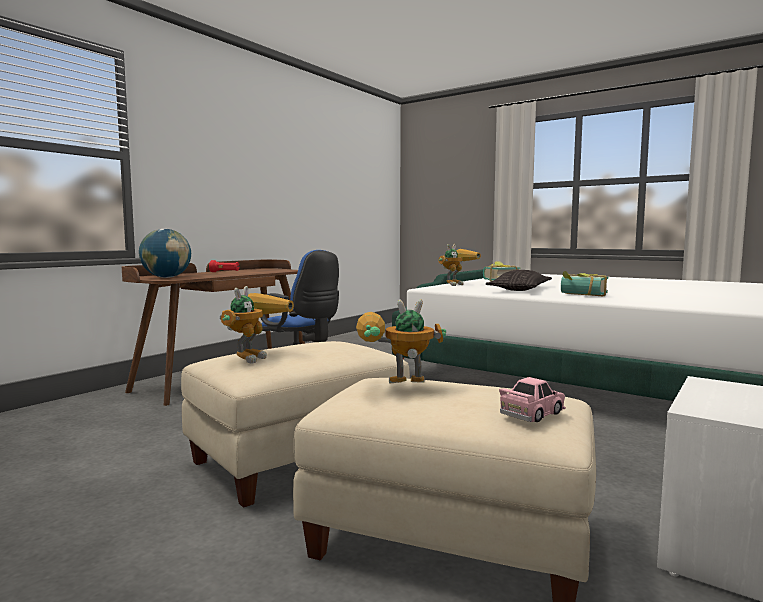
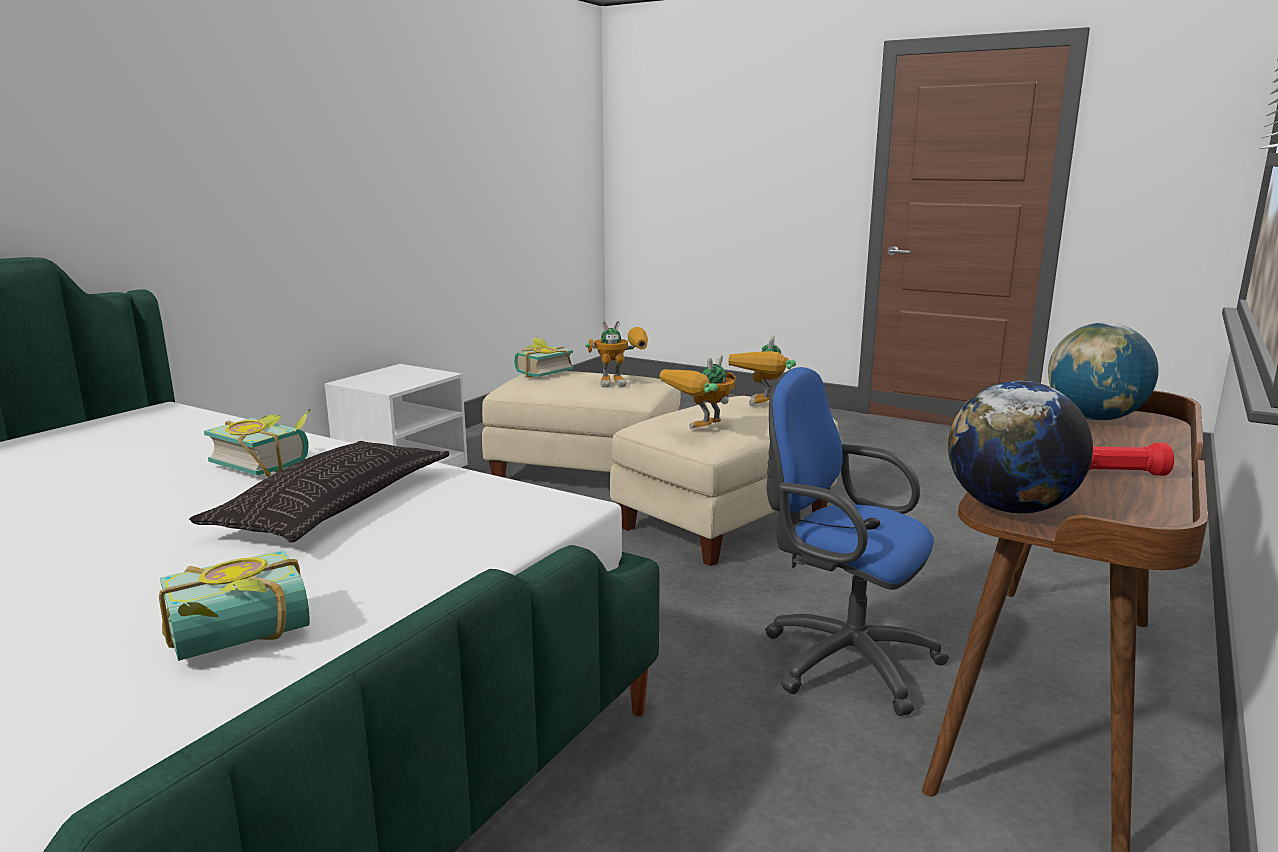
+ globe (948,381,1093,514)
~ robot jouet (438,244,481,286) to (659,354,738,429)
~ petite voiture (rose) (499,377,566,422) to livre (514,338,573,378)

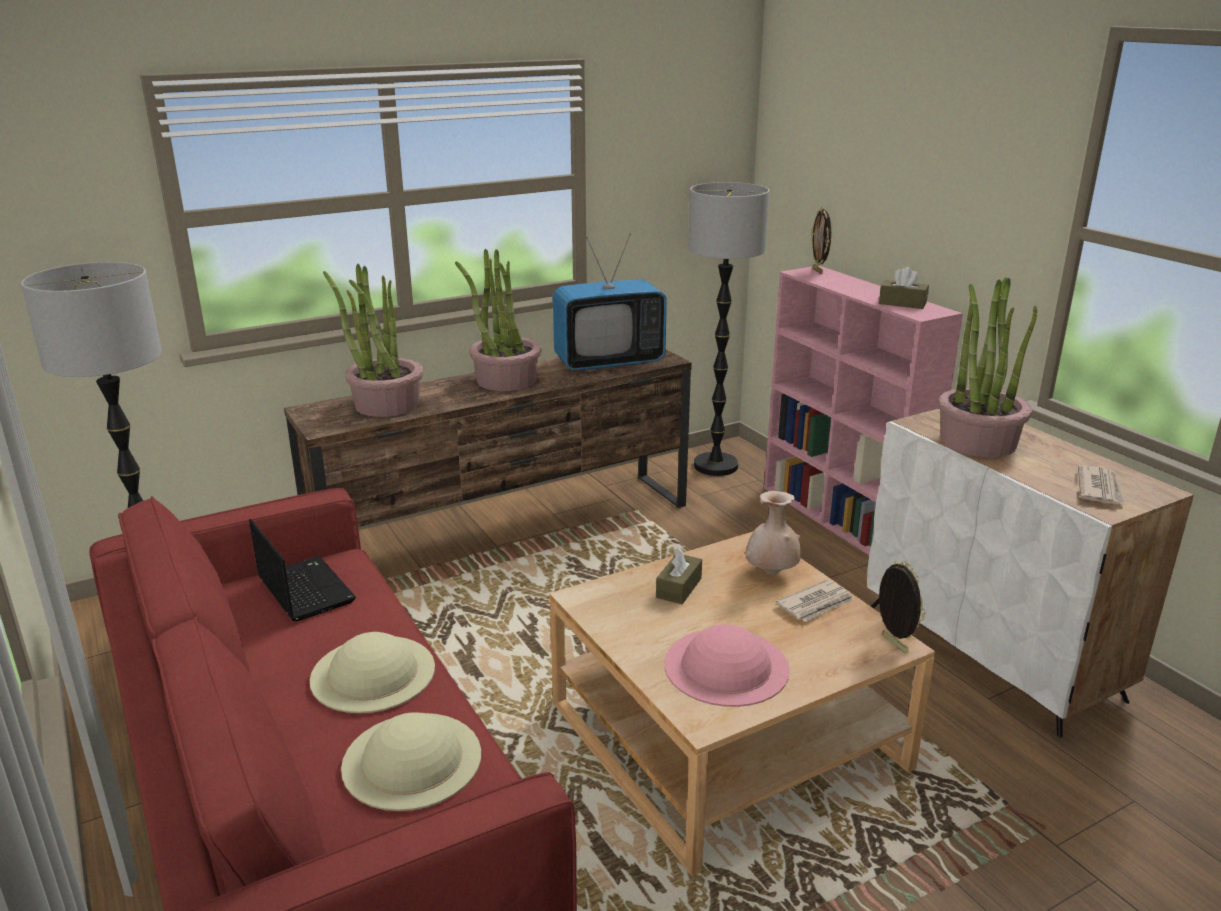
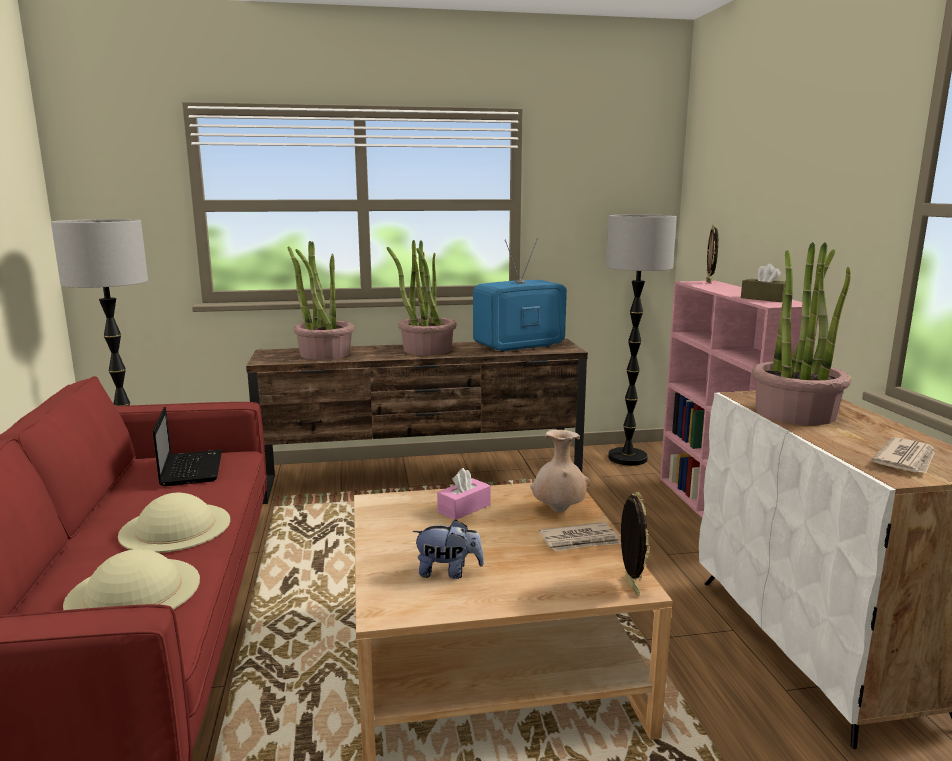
~ chapeau (rose) (664,624,790,707) to peluche (412,520,484,579)
~ boîte à mouchoirs (marron) (656,547,702,604) to boîte à mouchoirs (rose) (437,468,491,520)
~ téléviseur (553,233,667,371) = (473,239,567,352) 150 degrees clockwise

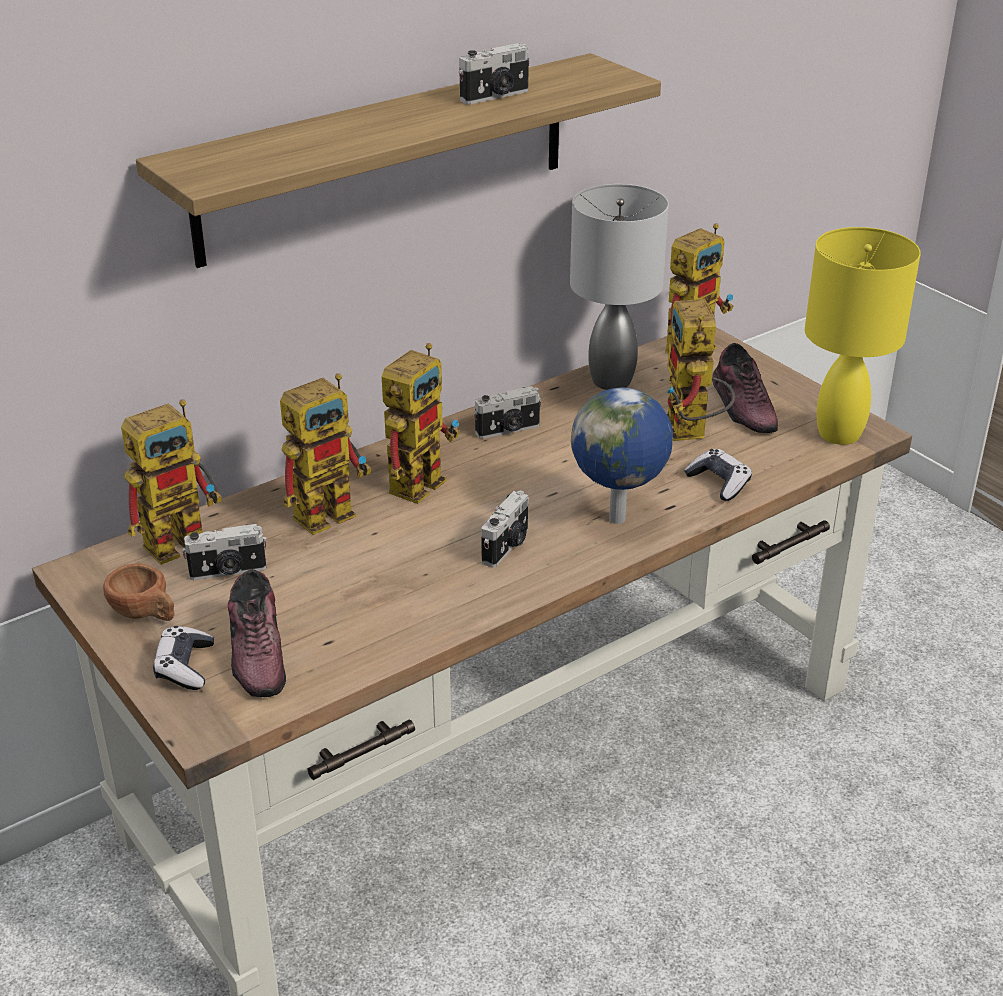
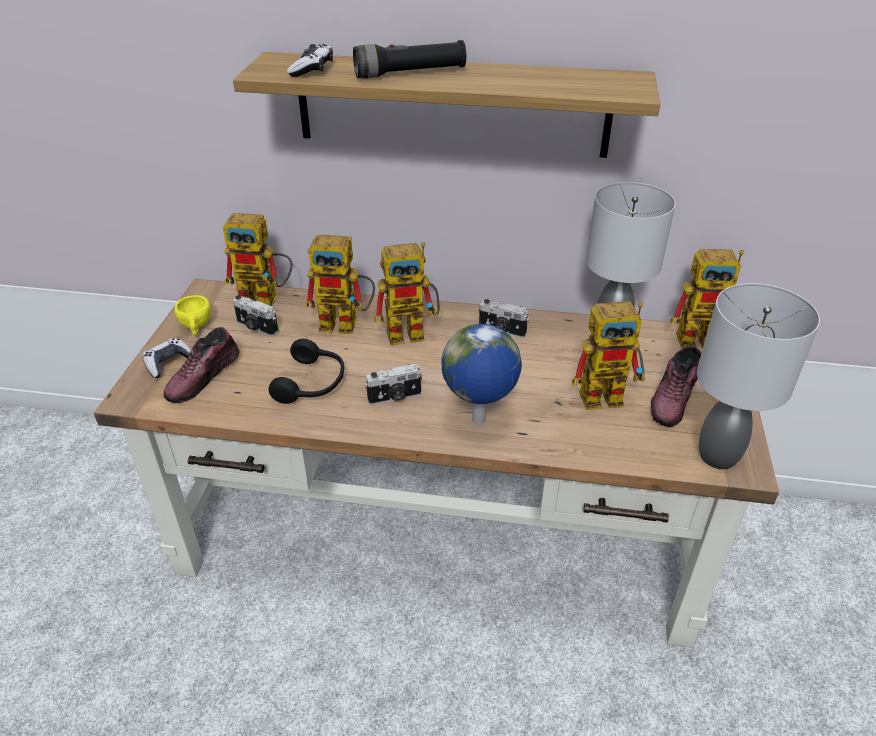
- appareil photo (459,43,530,105)
+ casque audio (noir) (269,339,344,404)
+ lampe de poche (noir) (353,40,466,78)
~ manette (684,449,752,501) to (287,44,333,77)
~ tasse (marron) (103,563,175,621) to tasse (jaune) (174,295,211,336)
~ lampe de table (jaune) (805,227,921,445) to lampe de table (gris) (697,283,820,469)
~ robot jouet (666,299,735,441) = (572,301,645,410) 135 degrees counterclockwise

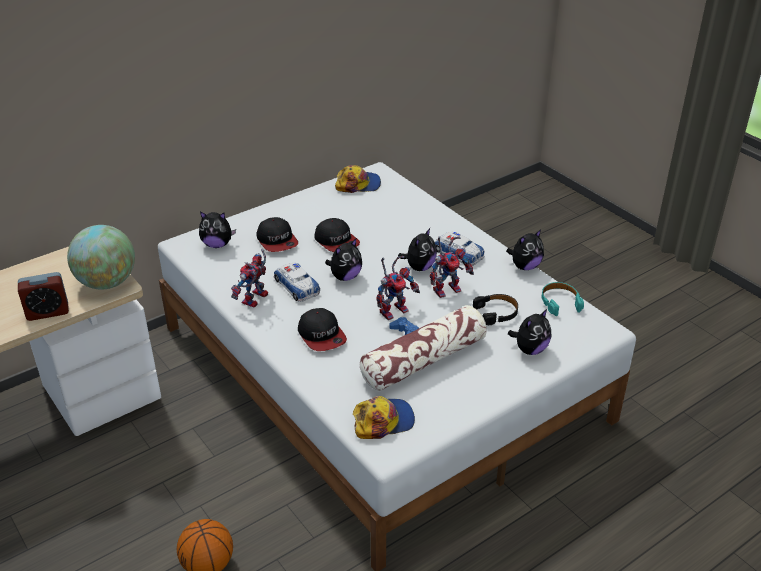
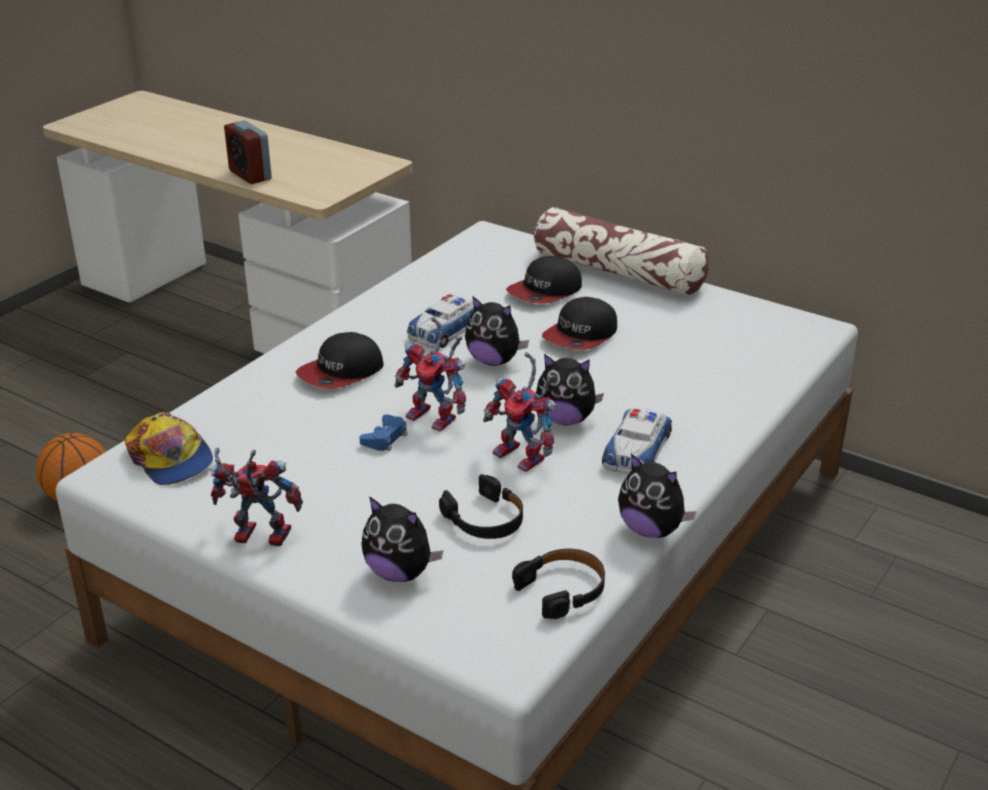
- globe (67,225,135,290)
- peluche (199,211,236,248)
- casquette (335,165,381,193)
~ robot jouet (231,249,268,307) to (209,448,303,546)
~ coussin (360,305,486,391) to (534,207,709,296)
~ casque audio (turquoise) (541,282,584,316) to casque audio (noir) (512,549,605,619)

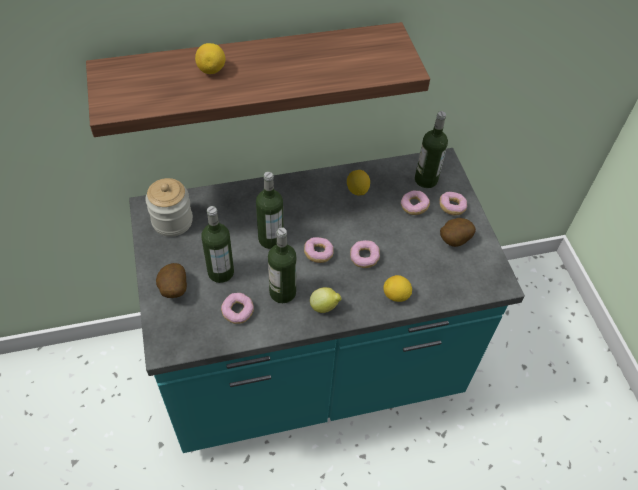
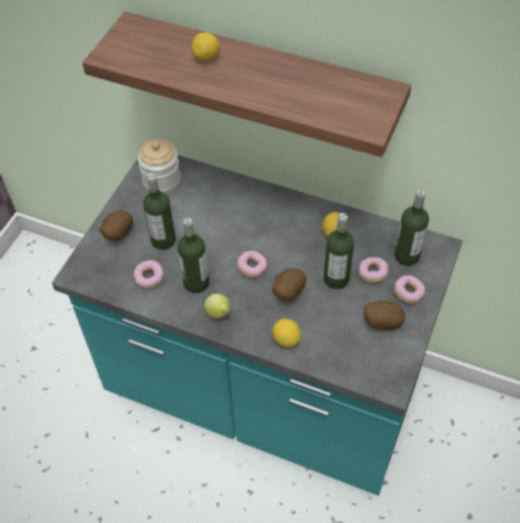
~ bouteille (256,171,283,249) to (324,213,354,289)
~ beignet (350,240,380,268) to pomme de terre (272,268,306,301)

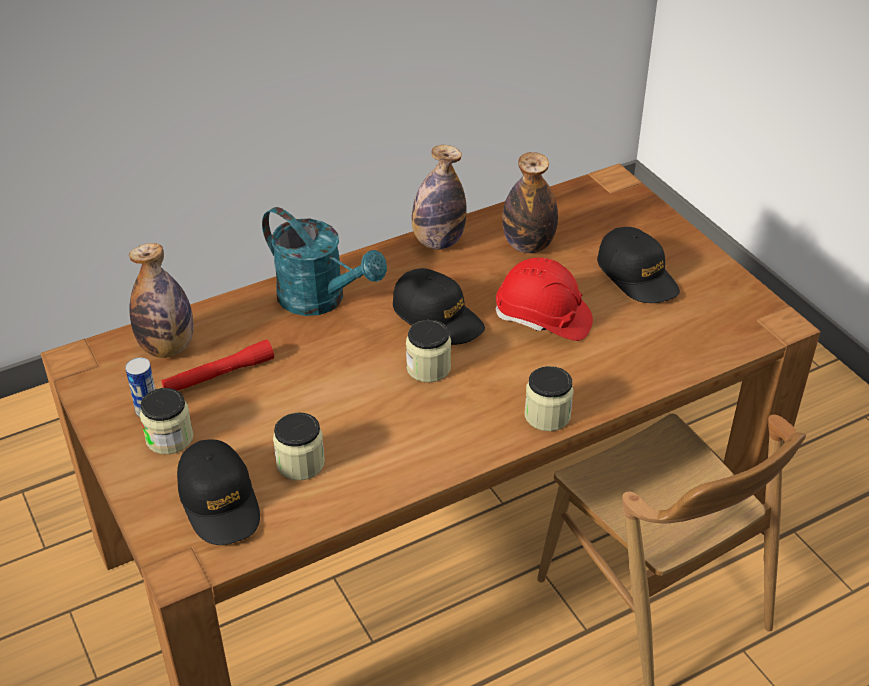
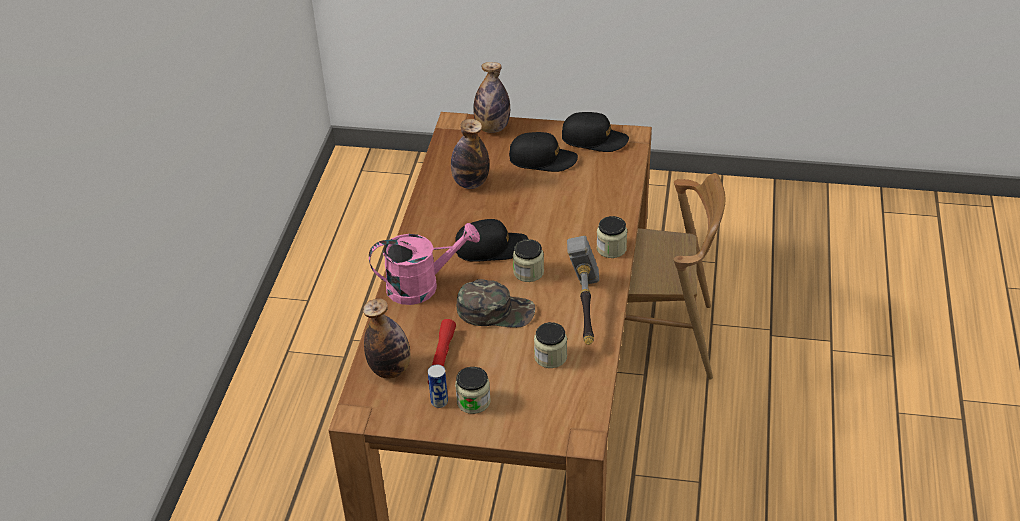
- casque de chantier (rouge) (494,258,593,341)
+ casquette (vert) (456,279,535,328)
+ marteau (567,235,599,345)
~ casquette (noir) (177,440,260,545) to (562,112,629,152)
~ bouteille (412,145,466,250) to (473,62,510,133)
~ arrosoir (turquoise) (262,207,387,316) to arrosoir (rose) (369,223,480,305)

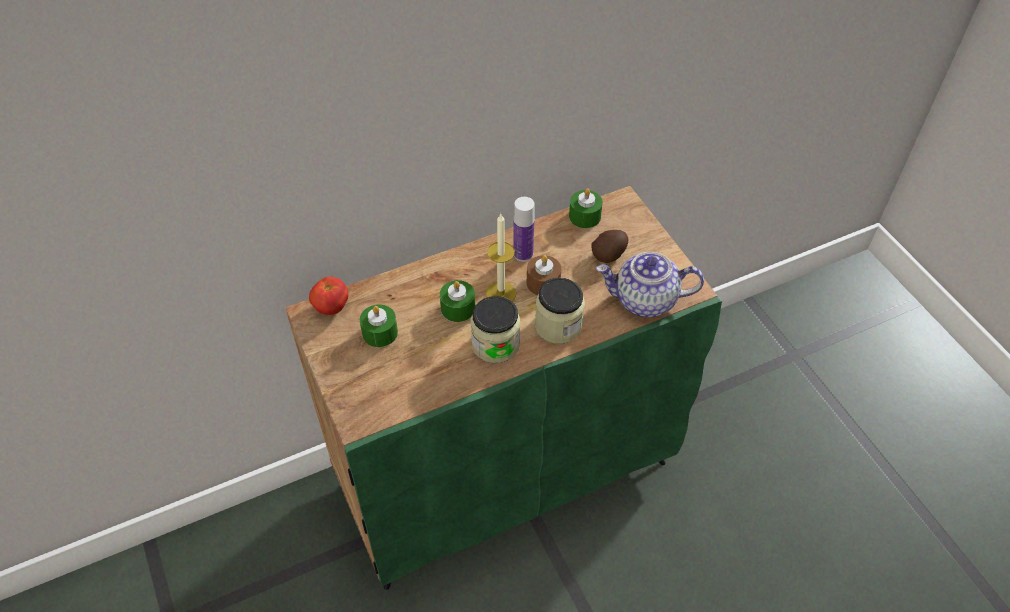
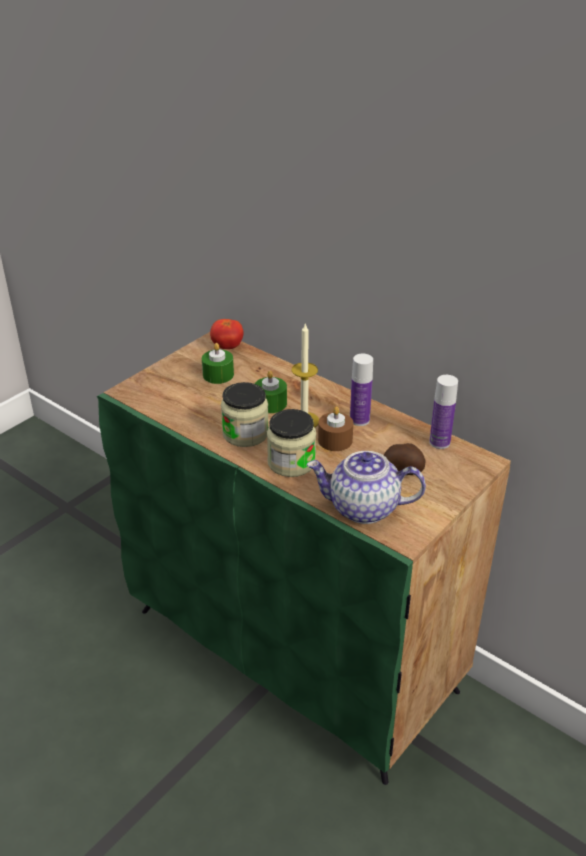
~ bougie (vert) (569,188,603,228) to bouteille (429,375,458,449)
~ théière (596,252,704,317) = (307,451,426,524) 60 degrees counterclockwise

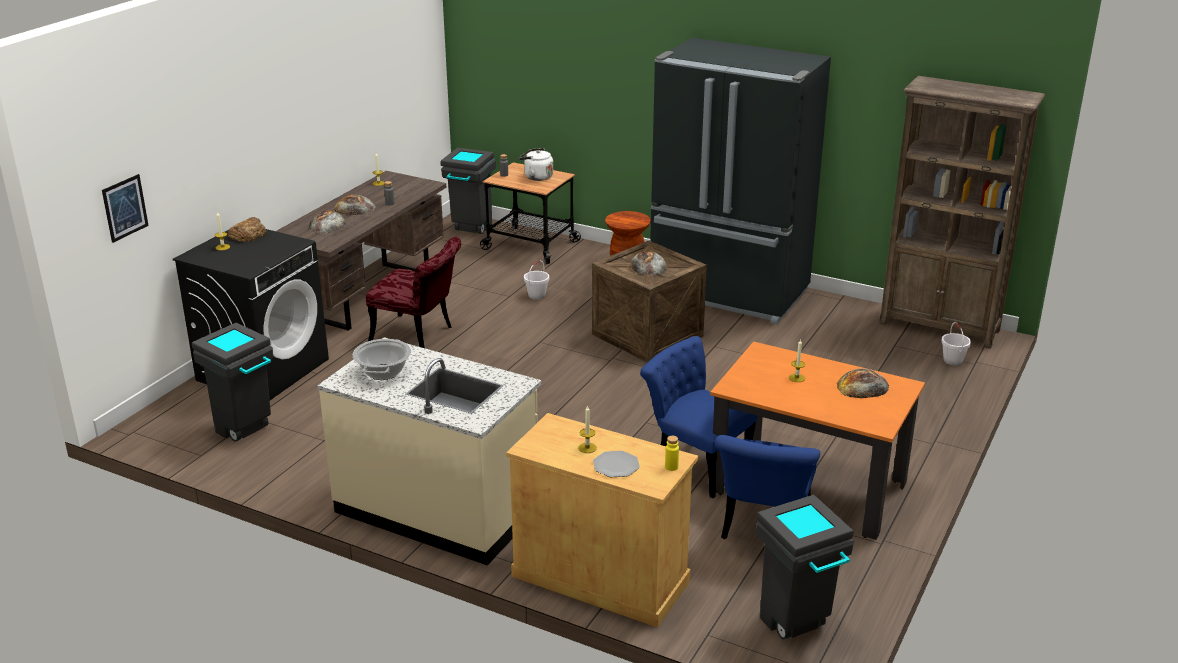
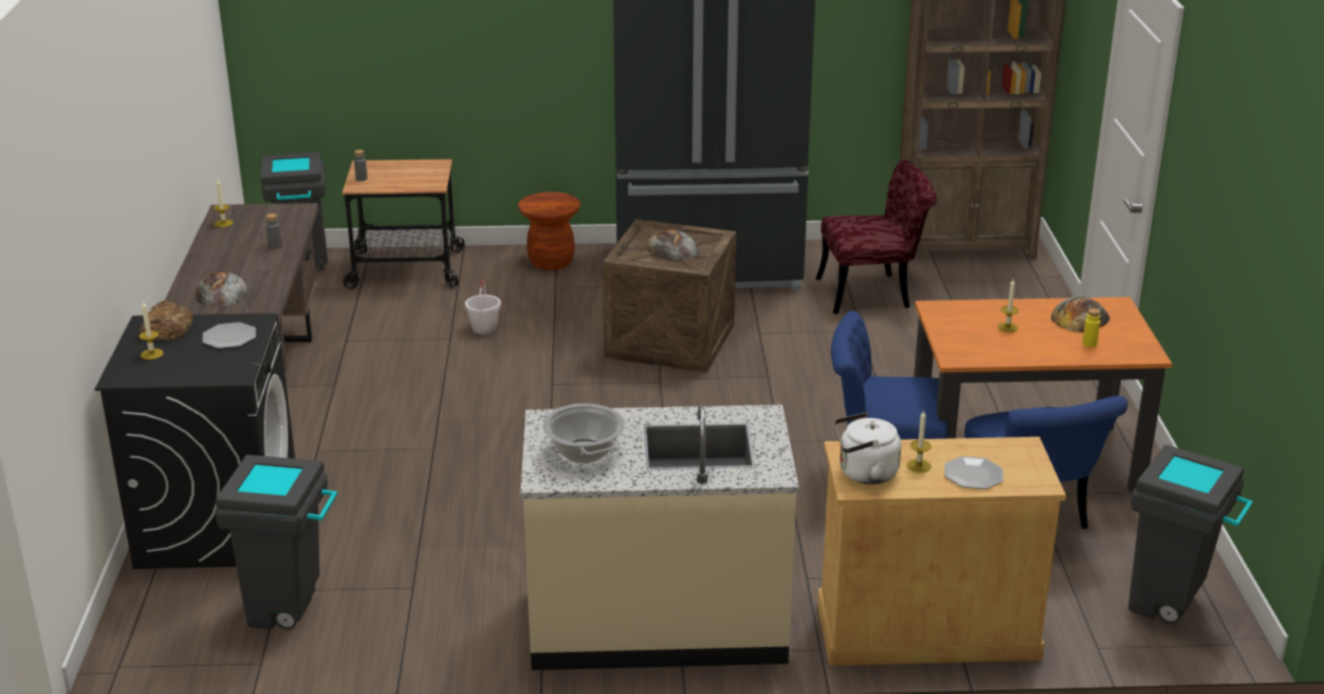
- tableau (102,174,149,243)
- pain (334,194,376,215)
- seau (blanc) (941,322,971,365)
+ assiette (202,322,256,349)
~ chaise (rouge) (366,237,461,348) to (816,160,937,314)
~ bouilloire (blanc) (519,148,553,181) to (834,413,901,484)
~ bouteille (jaune) (665,436,679,471) to (1082,308,1100,347)

